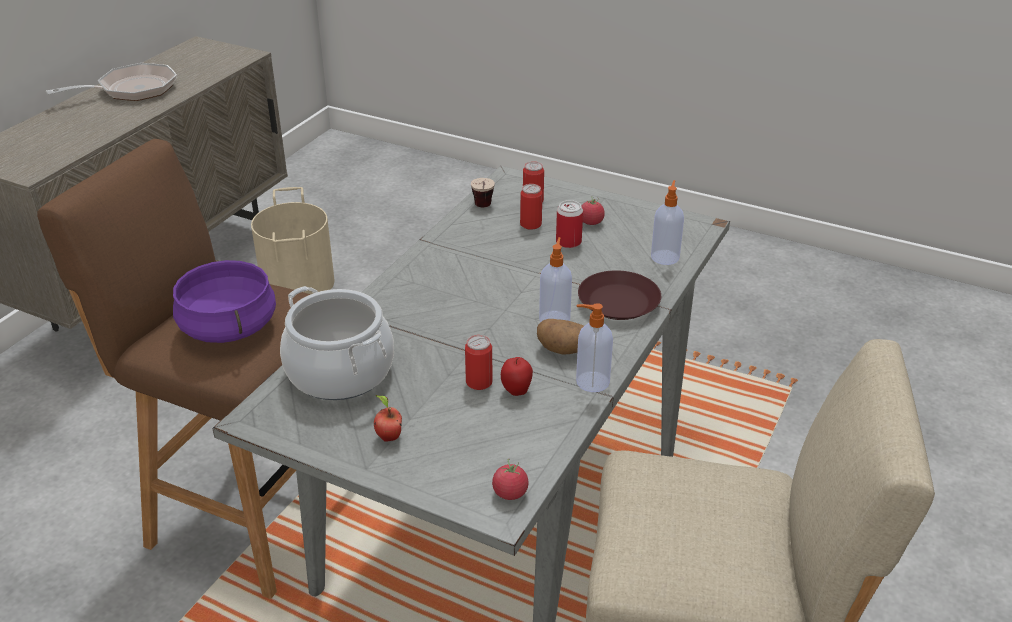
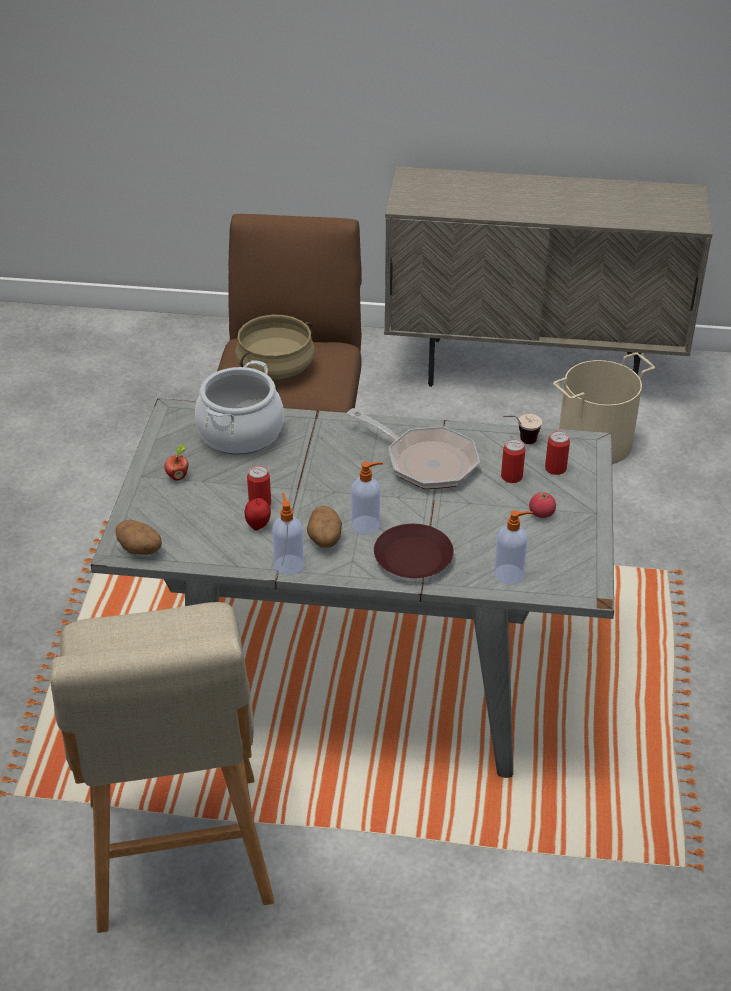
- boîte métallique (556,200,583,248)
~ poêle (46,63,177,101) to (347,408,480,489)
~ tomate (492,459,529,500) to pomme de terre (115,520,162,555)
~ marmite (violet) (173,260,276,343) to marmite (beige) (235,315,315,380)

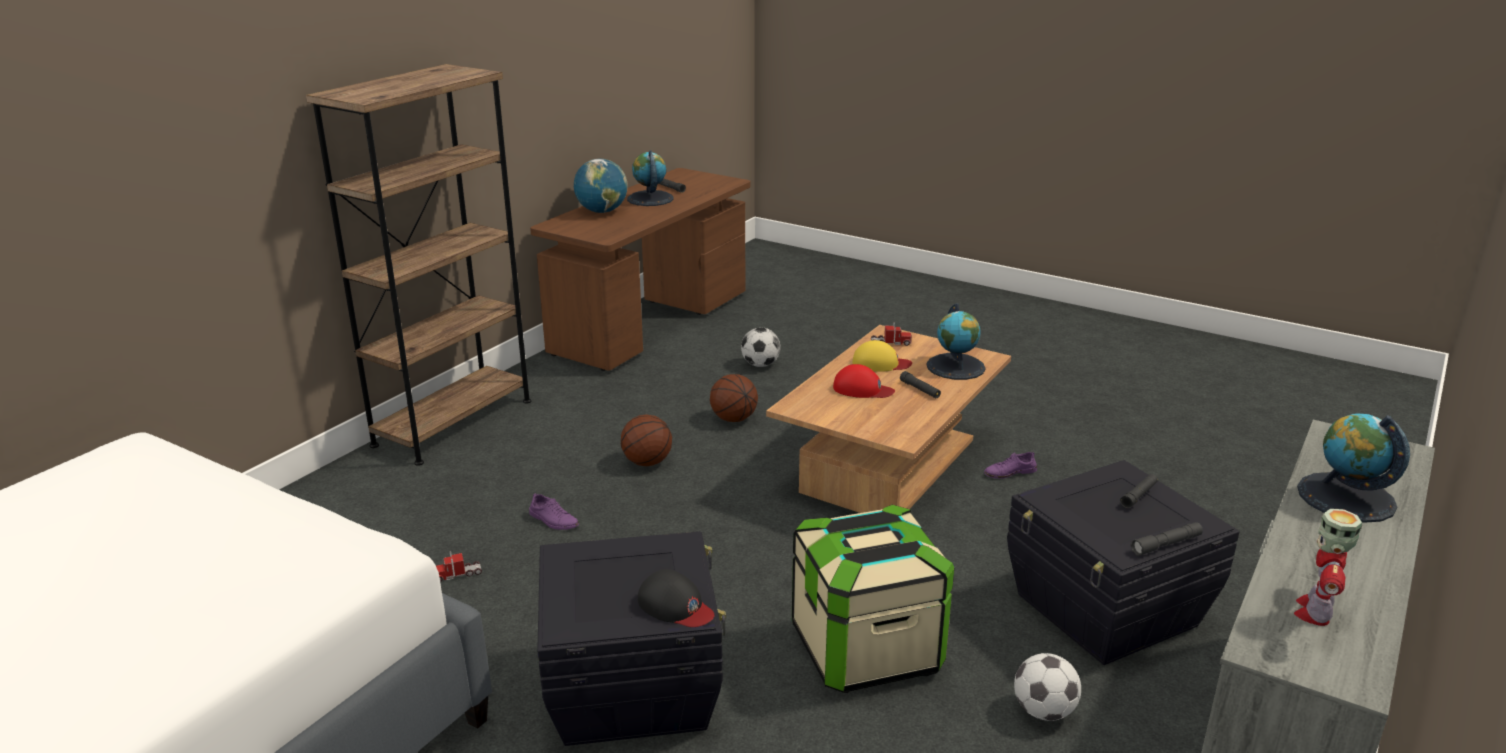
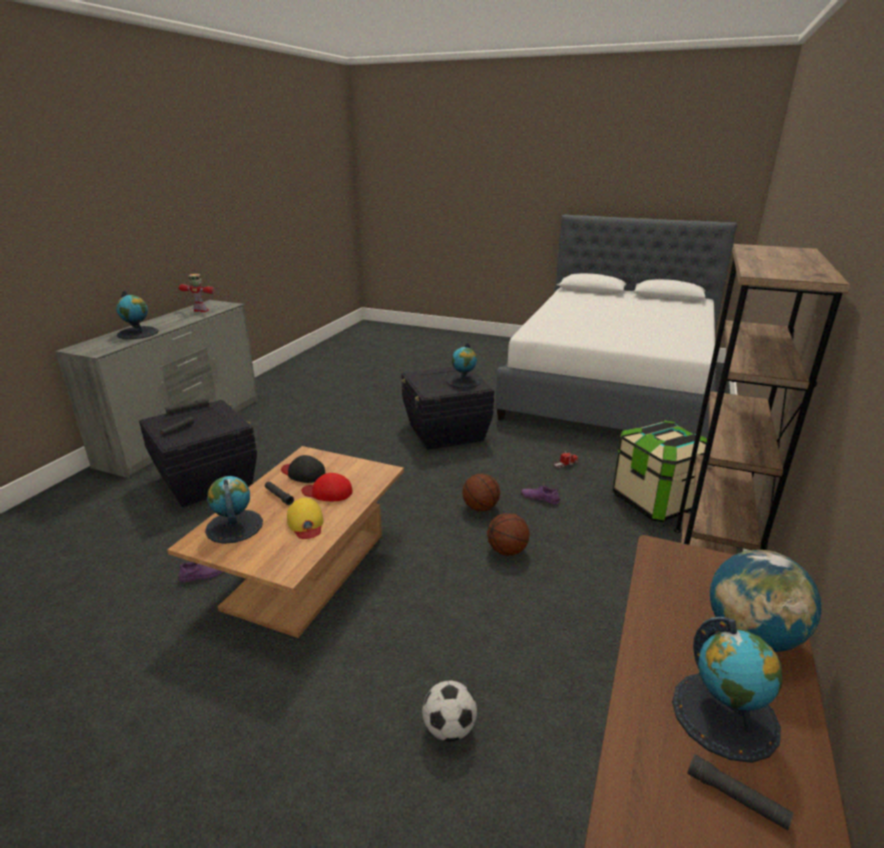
- camion jouet (871,322,912,346)
- ballon de foot (1014,653,1081,721)
+ globe (447,342,481,388)
~ casquette (noir) (638,569,714,627) to (281,455,325,483)
~ ballon de basket (710,374,758,422) to (462,473,500,511)
~ boîte de rangement (792,505,954,693) to (612,420,707,522)
~ casquette (jaune) (852,340,912,372) = (287,498,324,539) 105 degrees counterclockwise
~ robot jouet (1294,509,1362,626) = (178,274,215,312) 90 degrees counterclockwise

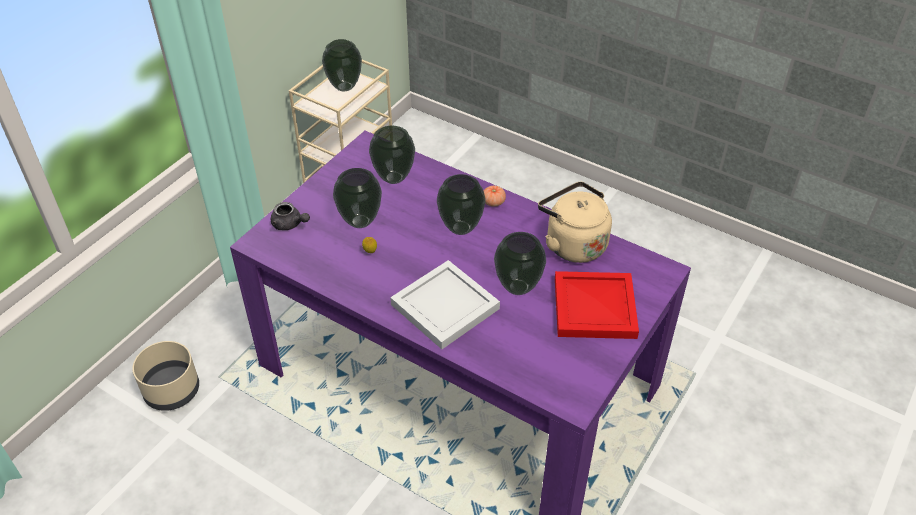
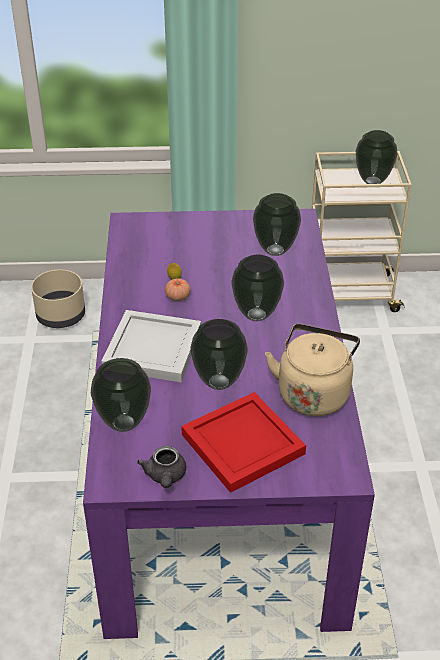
~ théière (gris) (271,202,310,230) to (137,446,186,488)
~ vase (333,168,382,228) to (91,358,151,432)
~ tomate (484,186,506,207) to (165,278,191,301)

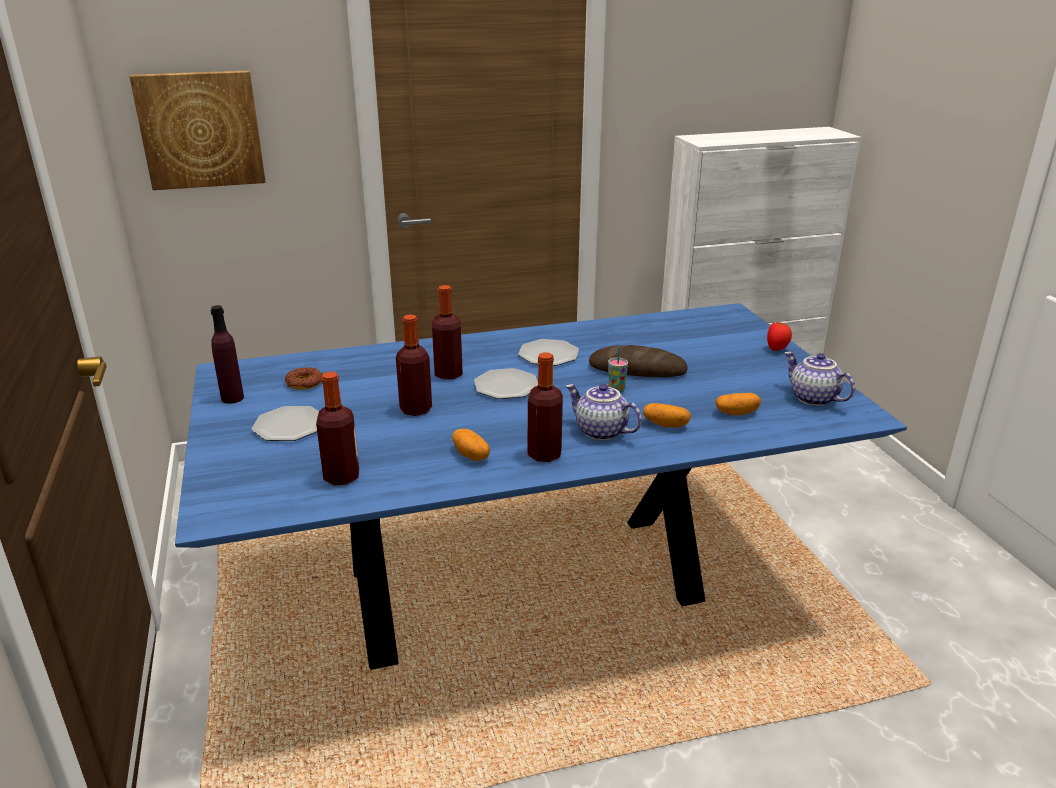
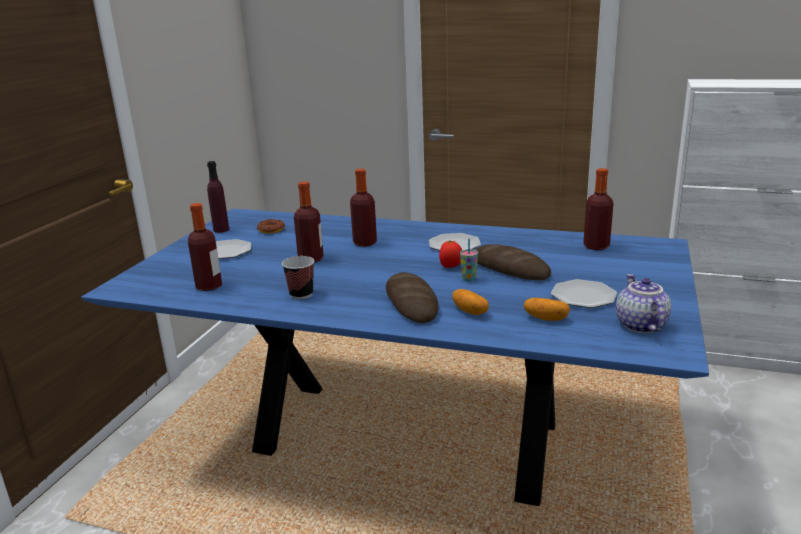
- tableau (129,71,266,190)
~ assiette (474,368,538,399) to (551,279,617,308)
~ bouteille (528,352,563,462) to (583,168,613,250)
~ tomate (767,322,792,351) to (439,241,462,268)
~ pomme de terre (452,429,490,461) to tasse (282,256,314,299)
~ théière (566,384,642,440) to pain (386,272,439,323)

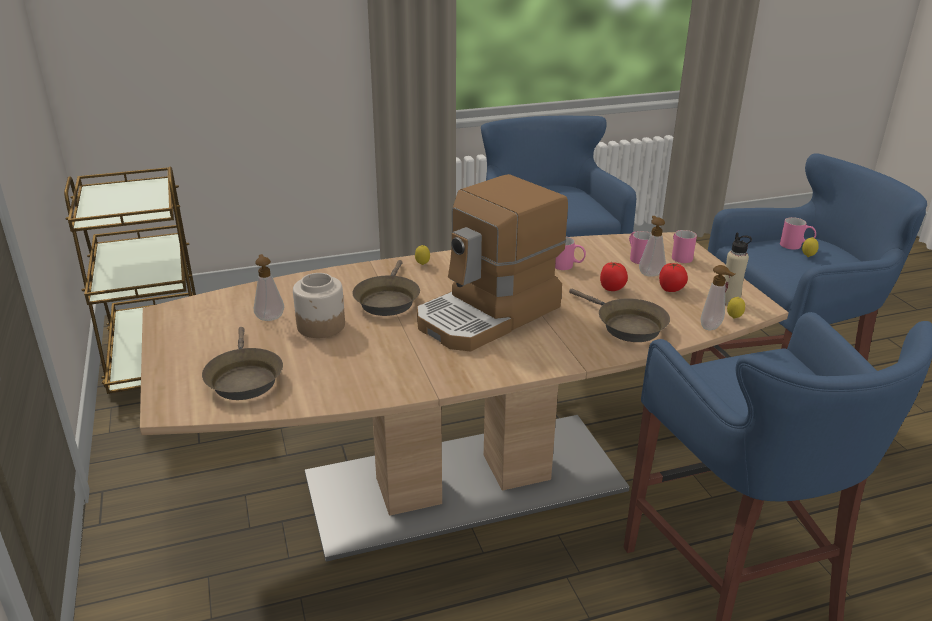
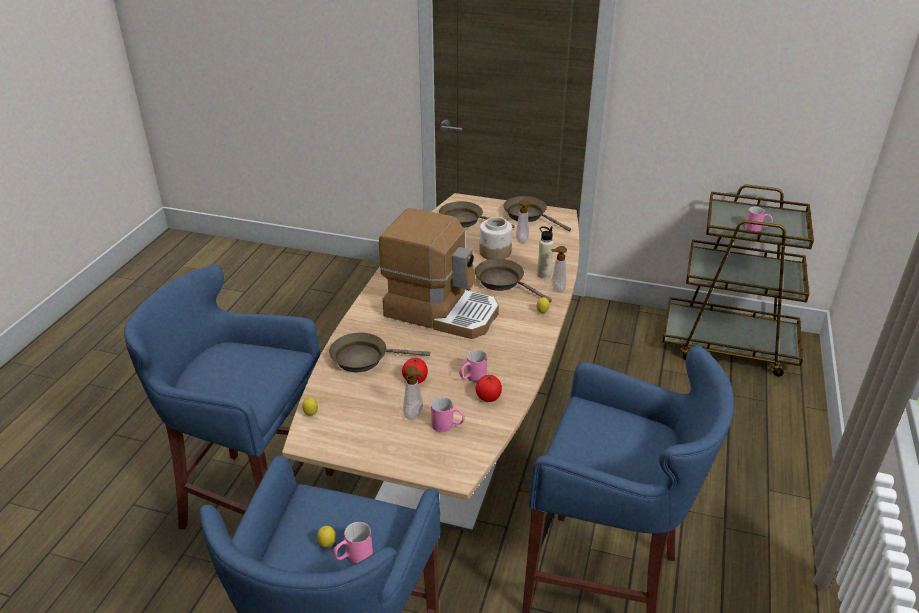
+ poêle (marron) (503,196,571,231)
~ tomate (659,263,688,292) to (475,375,502,402)
~ mug (rose) (672,230,697,263) to (745,207,773,232)
~ distributeur de savon (700,265,735,330) to (551,246,567,292)
~ bouteille (beige) (724,233,752,306) to (537,226,554,278)
~ machine à café (417,174,568,351) = (379,208,499,339) 120 degrees clockwise

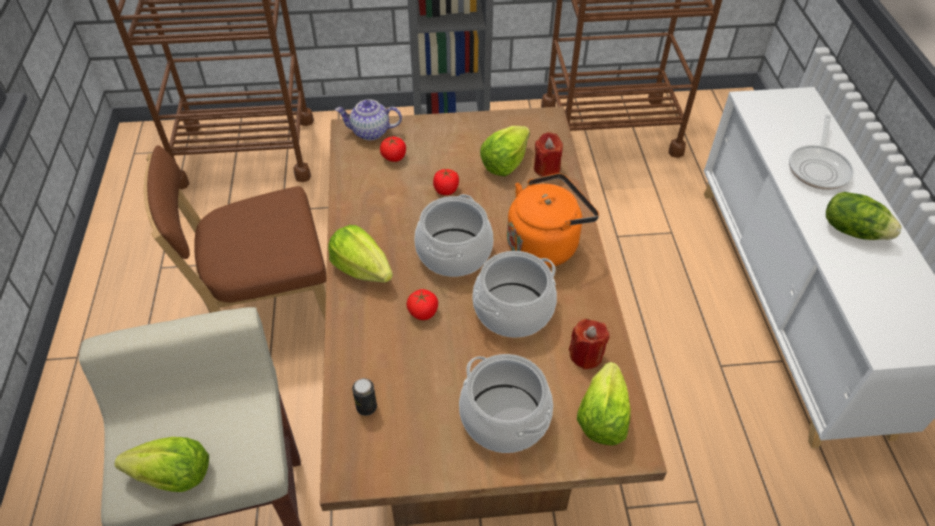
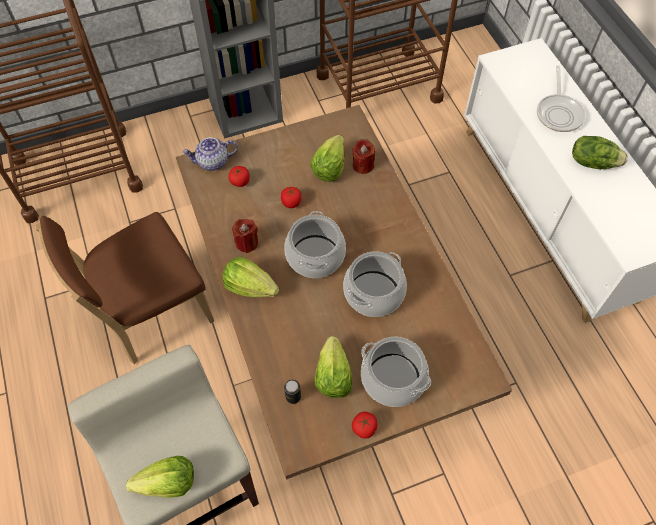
- bouilloire (orange) (507,173,599,268)
~ tomate (407,289,438,320) to (352,412,377,439)
~ bougie (rouge) (569,319,610,369) to (232,219,258,253)
~ laitue (577,362,631,446) to (315,336,352,398)

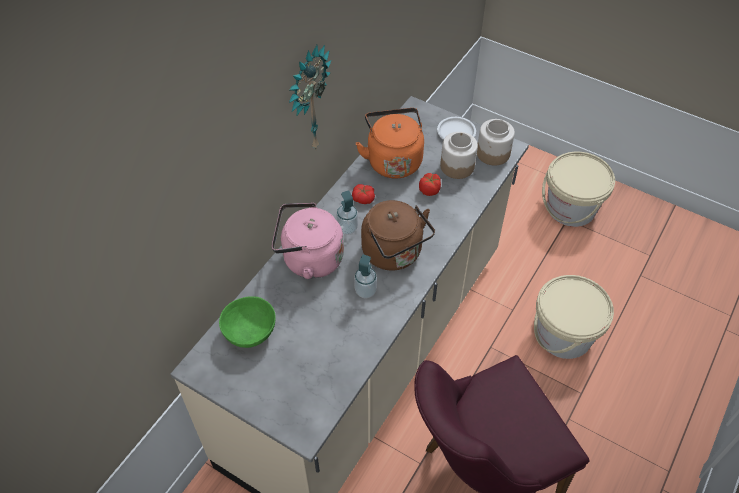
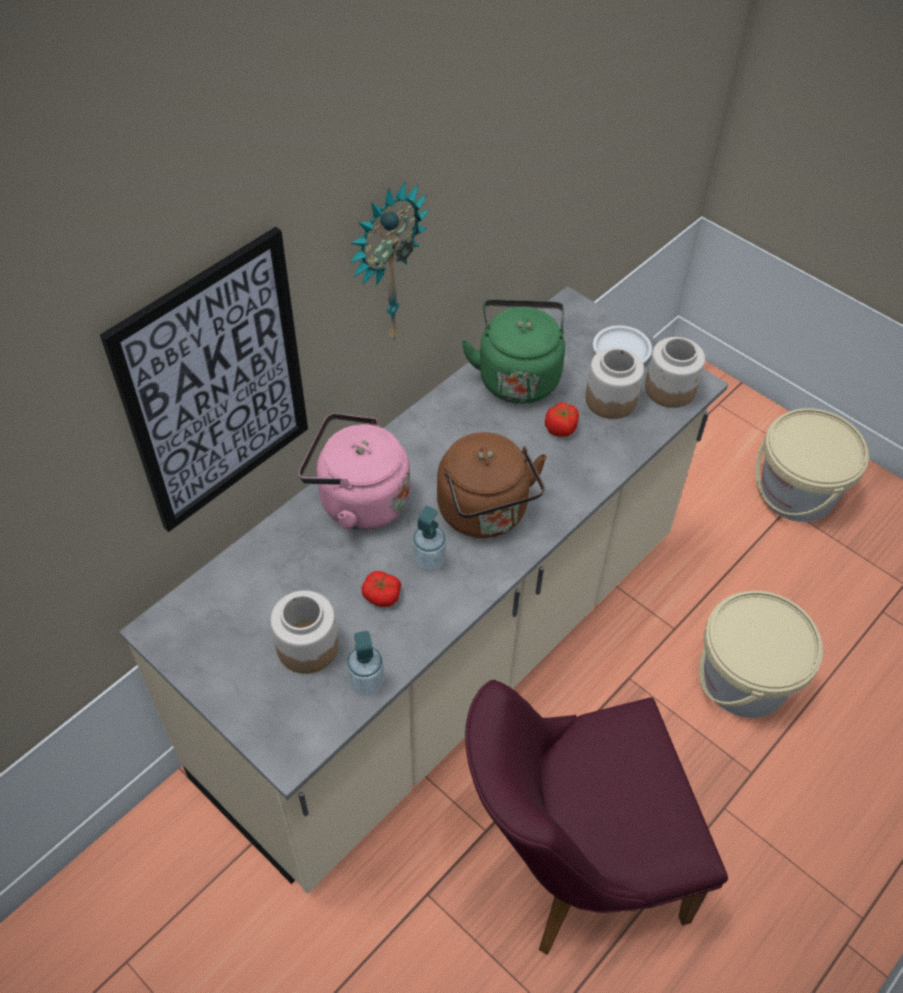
- bol (vert) (219,296,276,348)
+ tableau (100,227,308,532)
+ bocal (270,590,338,674)
~ distributeur de savon (336,191,358,235) to (347,631,384,695)
~ tomate (352,184,375,204) to (362,571,401,607)
~ bouilloire (orange) (356,108,424,179) to bouilloire (vert) (461,299,565,404)

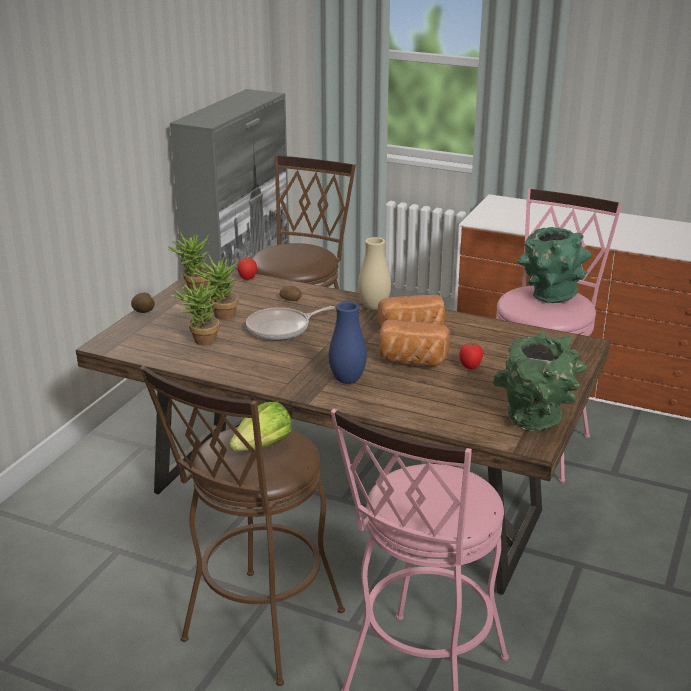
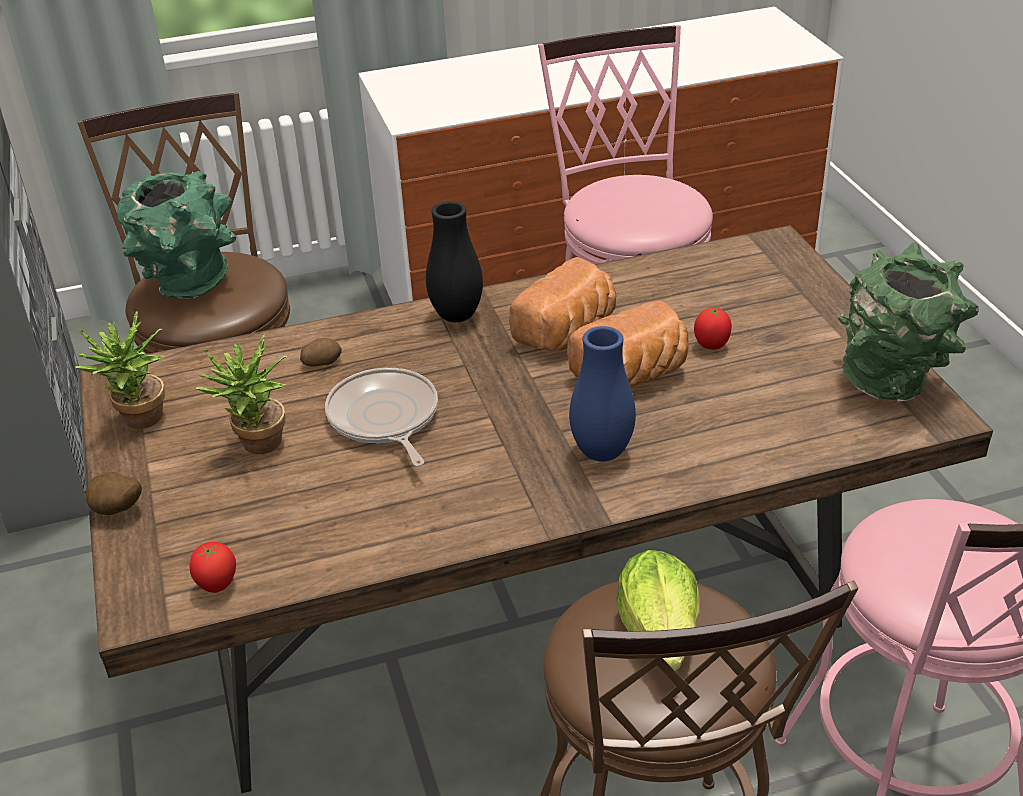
- plante en pot (170,276,219,345)
~ tomate (237,258,257,280) to (190,542,236,593)
~ vase (vert) (518,227,591,303) to (117,171,236,299)
~ vase (beige) (358,237,391,310) to vase (noir) (426,201,483,322)
~ poêle (246,306,335,340) = (325,368,438,467) 135 degrees clockwise

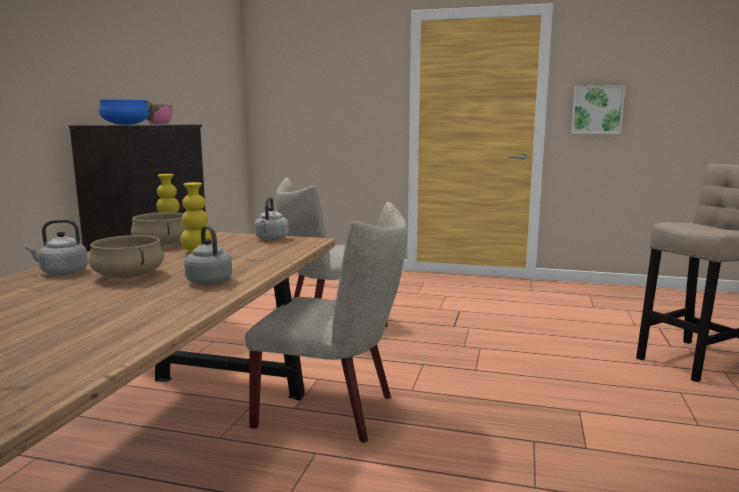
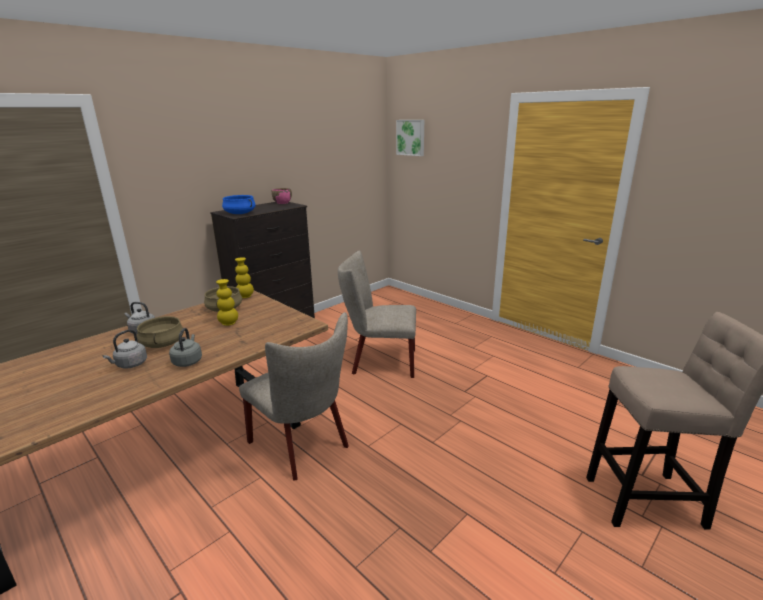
~ bouilloire (gris) (255,197,289,240) to (103,329,147,369)
~ tableau (571,85,625,134) to (396,120,424,156)

